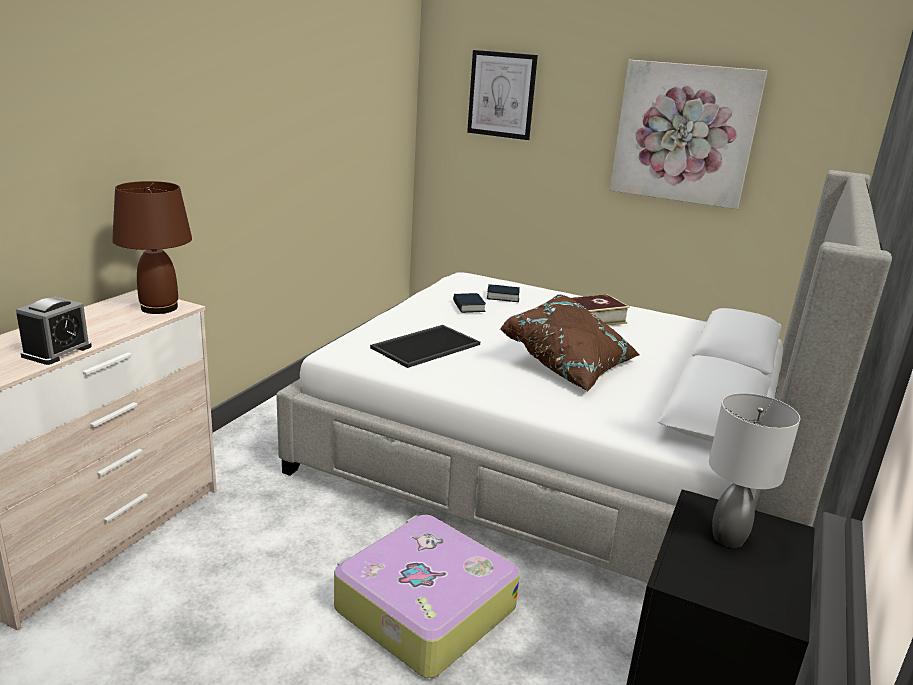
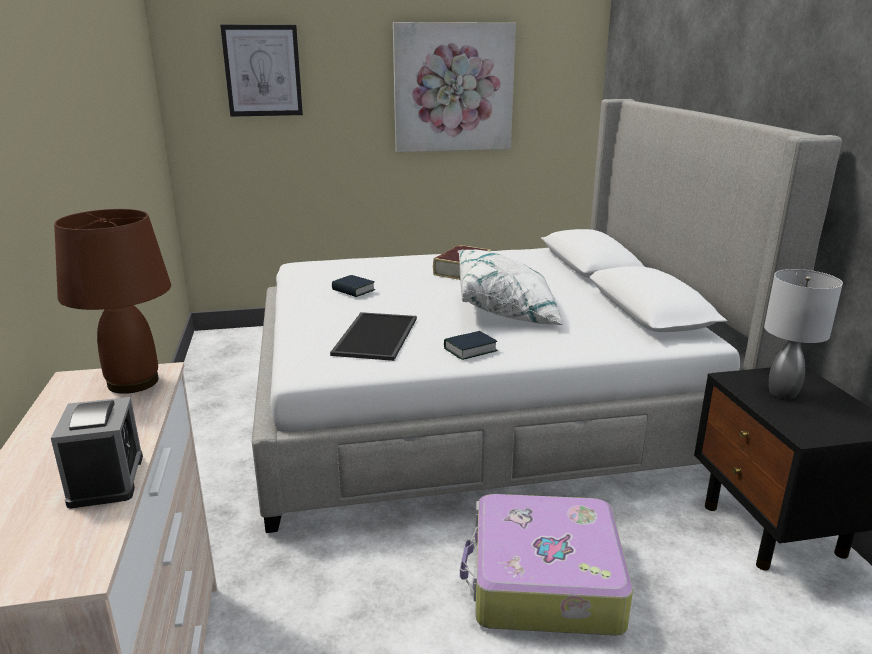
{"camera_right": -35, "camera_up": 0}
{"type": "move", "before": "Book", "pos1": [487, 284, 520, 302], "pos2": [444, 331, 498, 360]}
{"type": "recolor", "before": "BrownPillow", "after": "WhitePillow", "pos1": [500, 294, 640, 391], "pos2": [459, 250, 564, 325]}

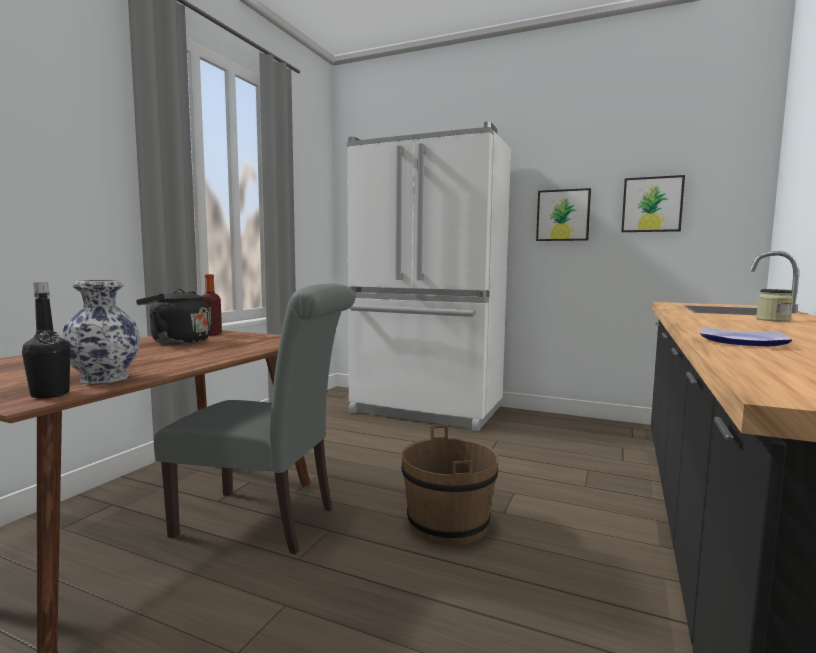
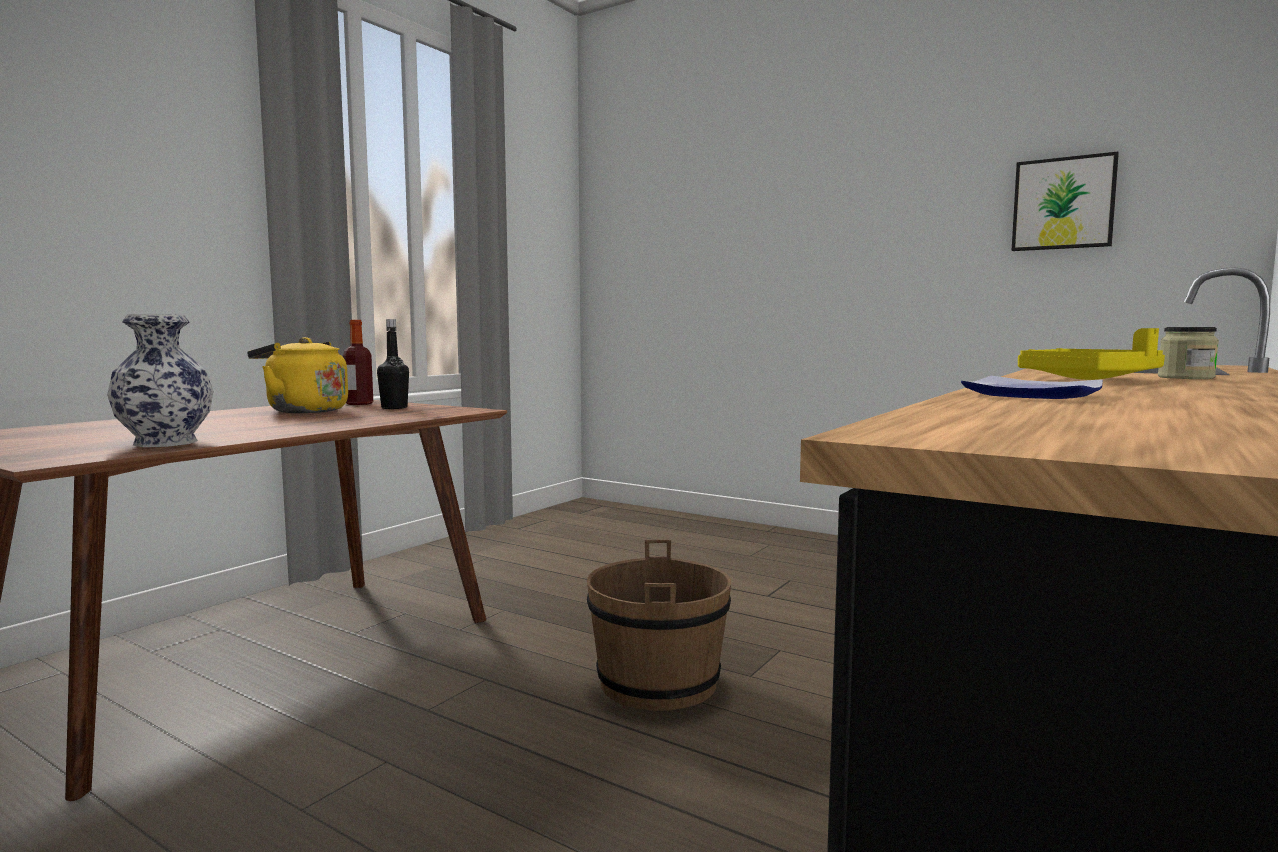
{"camera_right": 10, "camera_up": 0}
{"type": "delete", "before": "GreyChair", "pos1": [154, 283, 355, 554]}
{"type": "delete", "before": "WhiteFridge", "pos1": [347, 122, 511, 431]}
{"type": "delete", "before": "Picture", "pos1": [536, 188, 591, 241]}
{"type": "insert", "after": "YellowTray", "pos2": [1018, 328, 1165, 380]}
{"type": "move", "before": "BlackBottle", "pos1": [22, 282, 70, 398], "pos2": [377, 319, 409, 409]}
{"type": "recolor", "before": "BlackKettle", "after": "YellowKettle", "pos1": [136, 289, 211, 345], "pos2": [247, 337, 348, 413]}

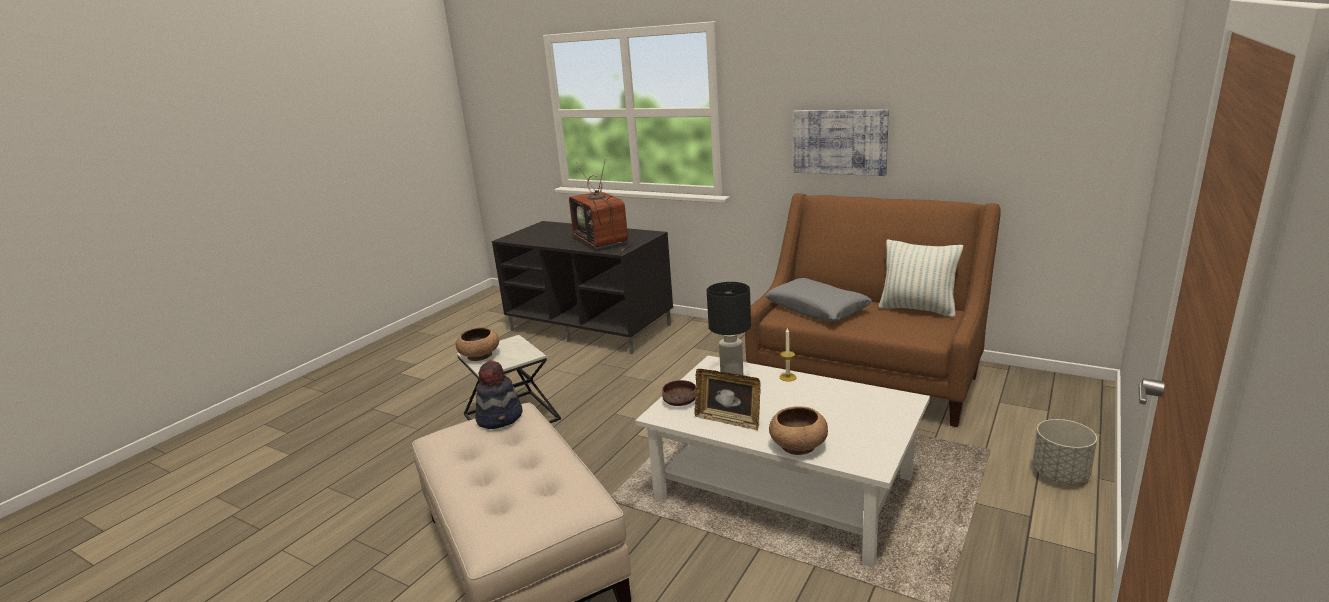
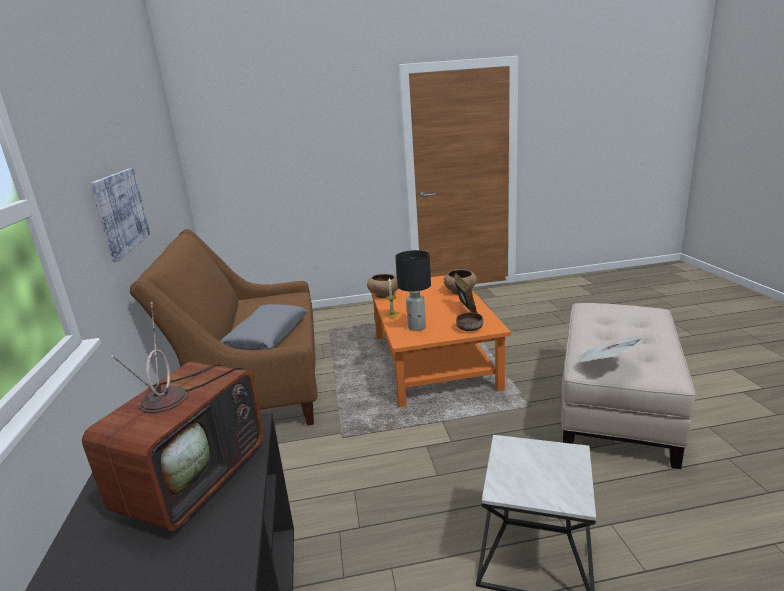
{"camera_right": -130, "camera_up": 0}
{"type": "delete", "before": "Pillow", "pos1": [879, 240, 963, 317]}
{"type": "delete", "before": "GreyPlanter", "pos1": [1032, 419, 1097, 484]}
{"type": "move", "before": "BrownBowl", "pos1": [456, 327, 499, 361], "pos2": [367, 274, 398, 298]}
{"type": "replace", "before": "Hat", "after": "Newspaper", "pos1": [476, 360, 522, 429], "pos2": [576, 336, 642, 363]}
{"type": "recolor", "before": "WhiteCoffeeTable", "after": "OrangeCoffeeTable", "pos1": [635, 356, 930, 568], "pos2": [371, 275, 511, 407]}

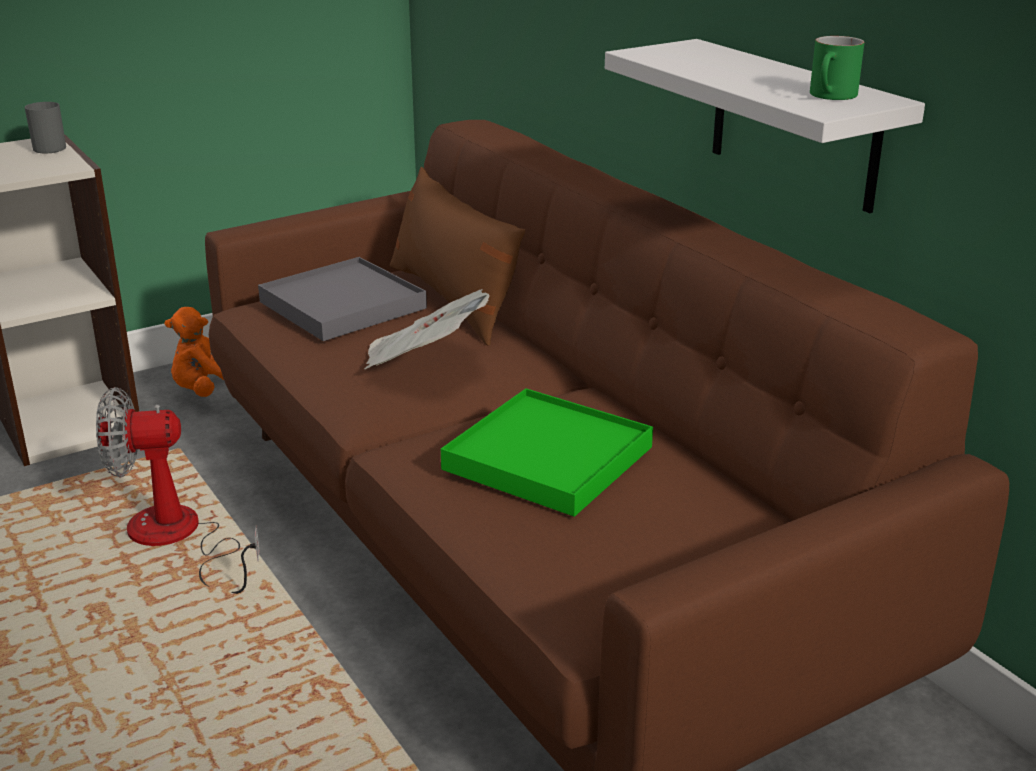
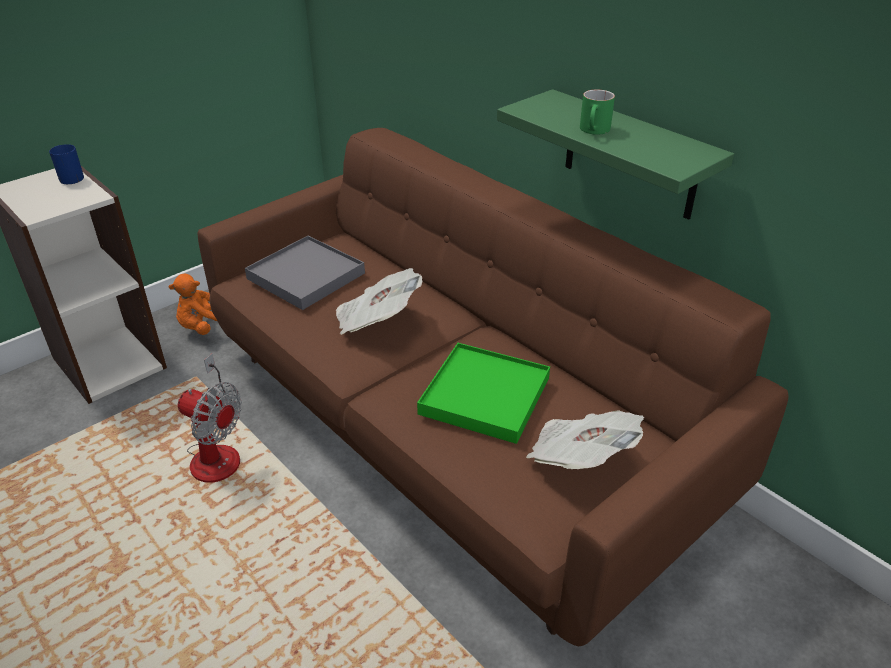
{"camera_right": -10, "camera_up": 10}
{"type": "delete", "before": "BrownPillow", "pos1": [390, 167, 525, 346]}
{"type": "insert", "after": "Newspaper", "pos2": [526, 411, 644, 469]}
{"type": "move", "before": "GreenMug", "pos1": [810, 36, 865, 100], "pos2": [580, 90, 615, 135]}
{"type": "recolor", "before": "GreyMug", "after": "BlueMug", "pos1": [25, 102, 66, 153], "pos2": [49, 144, 84, 184]}
{"type": "recolor", "before": "WhiteShelf", "after": "GreenShelf", "pos1": [605, 39, 925, 213], "pos2": [497, 89, 734, 220]}
{"type": "rotate", "before": "Fan", "pos1": [96, 387, 259, 594], "pos2": [178, 354, 242, 483], "turn": -135}

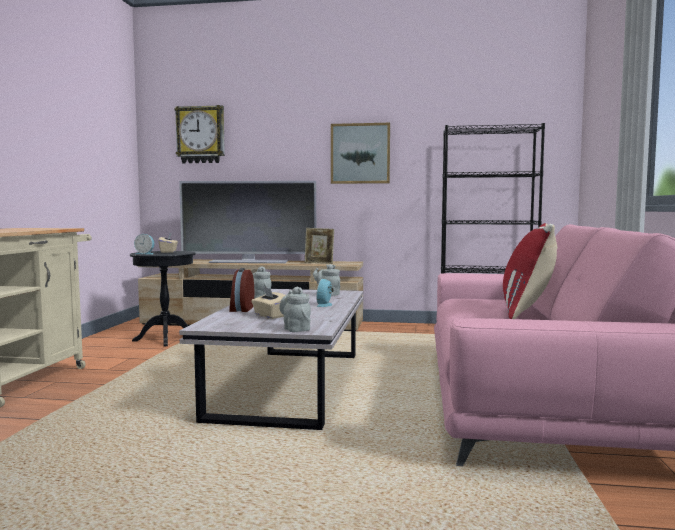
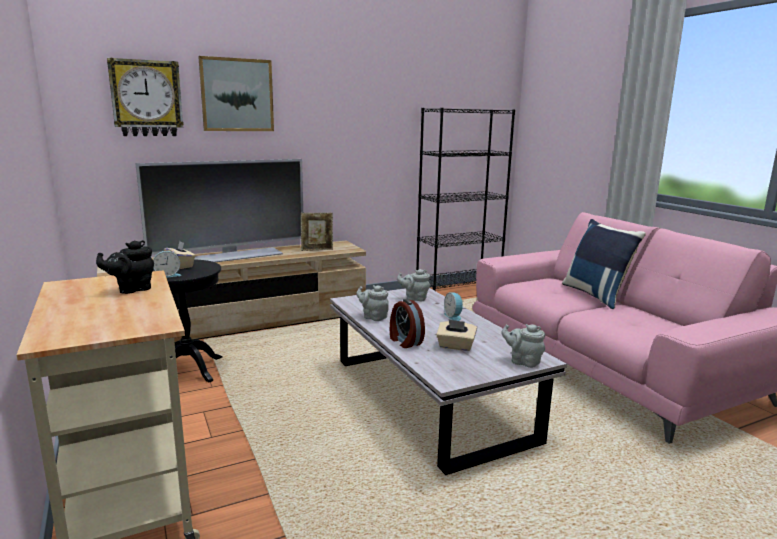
{"camera_right": -35, "camera_up": 10}
{"type": "insert", "after": "BlackTeapot", "pos2": [96, 240, 154, 294]}
{"type": "move", "before": "Picture", "pos1": [331, 123, 390, 184], "pos2": [198, 56, 274, 131]}
{"type": "recolor", "before": "RedPillow", "after": "BluePillow", "pos1": [503, 223, 558, 319], "pos2": [562, 219, 646, 309]}

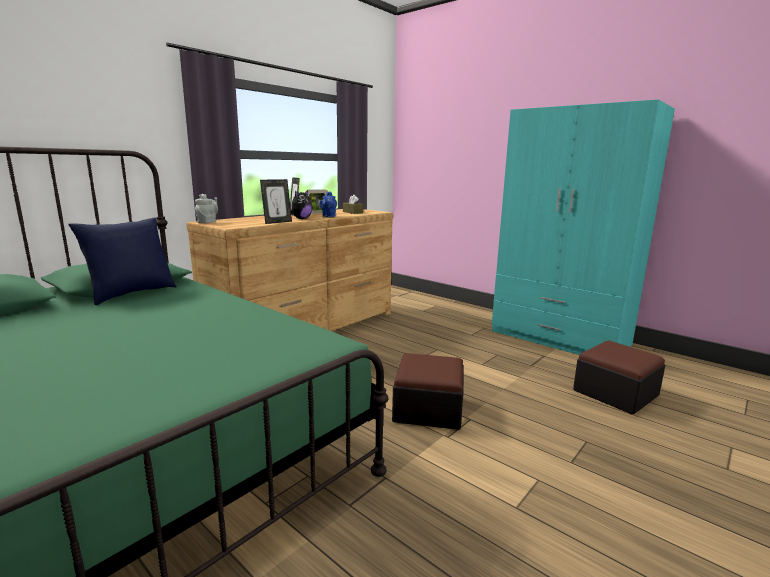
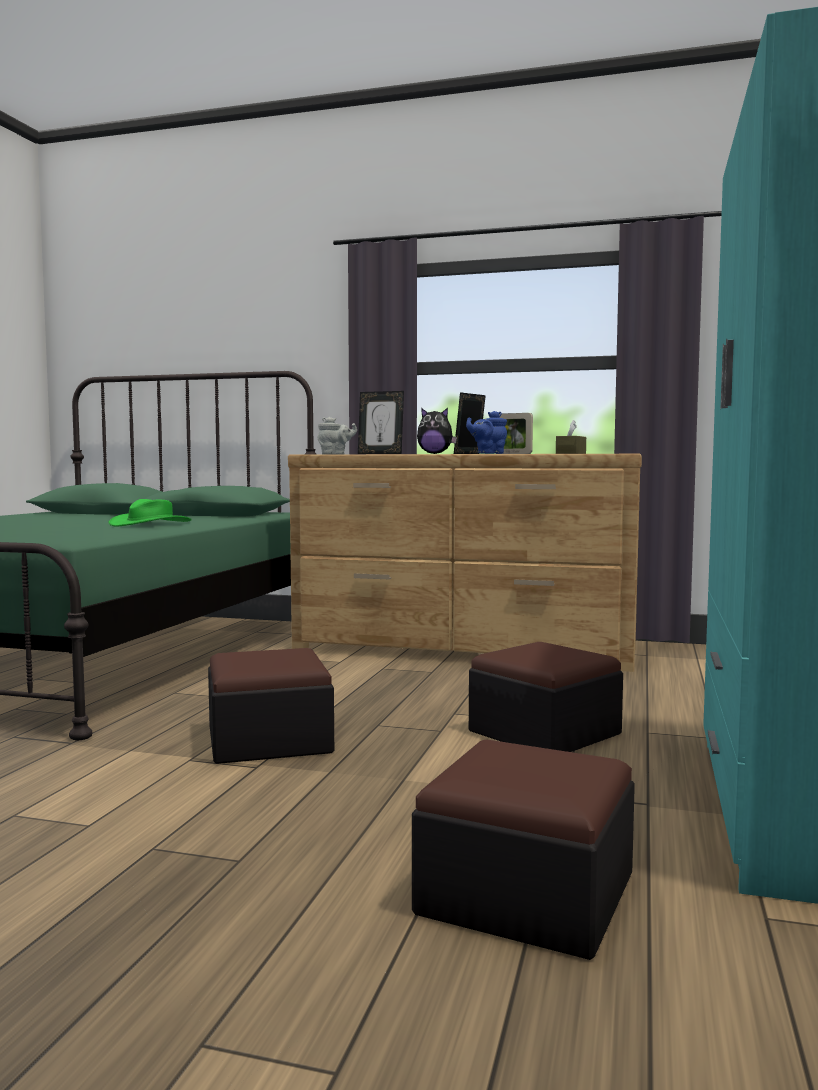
{"camera_right": 65, "camera_up": -10}
{"type": "delete", "before": "BluePillow", "pos1": [68, 218, 177, 305]}
{"type": "insert", "after": "GreenHat", "pos2": [108, 499, 192, 527]}
{"type": "insert", "after": "Ottoman", "pos2": [469, 642, 623, 752]}

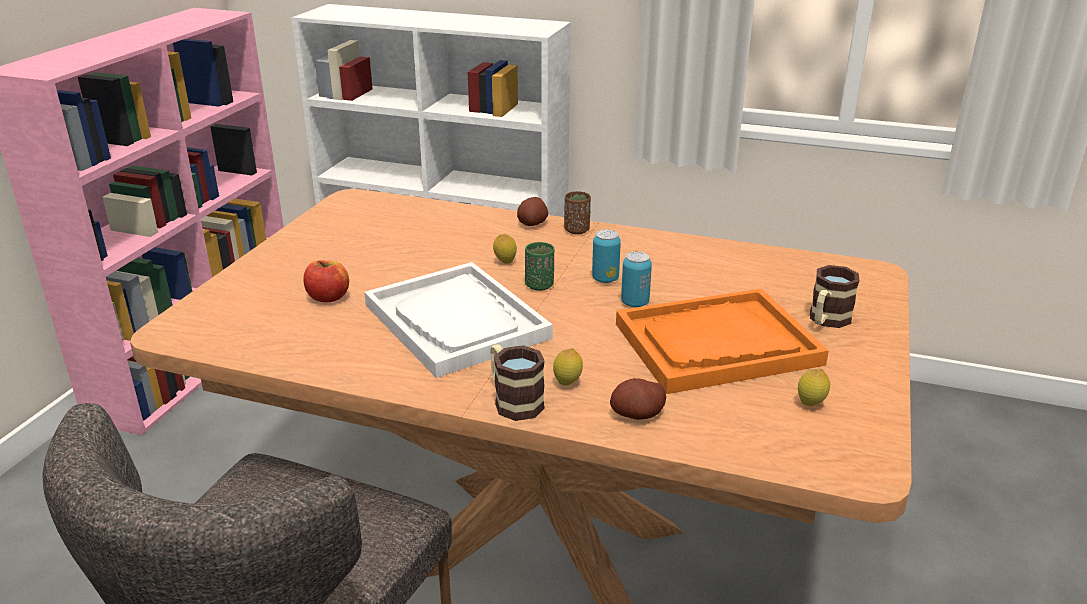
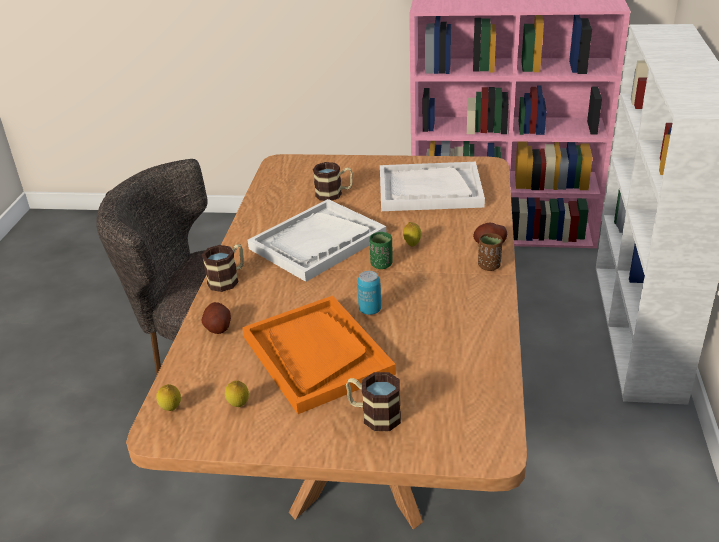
{"camera_right": 80, "camera_up": 5}
{"type": "delete", "before": "Can", "pos1": [592, 230, 621, 283]}
{"type": "insert", "after": "WhiteTray", "pos2": [380, 162, 485, 211]}
{"type": "move", "before": "Lemon", "pos1": [553, 348, 583, 385], "pos2": [156, 384, 181, 411]}
{"type": "replace", "before": "Apple", "after": "Mug", "pos1": [303, 260, 349, 302], "pos2": [313, 162, 353, 201]}

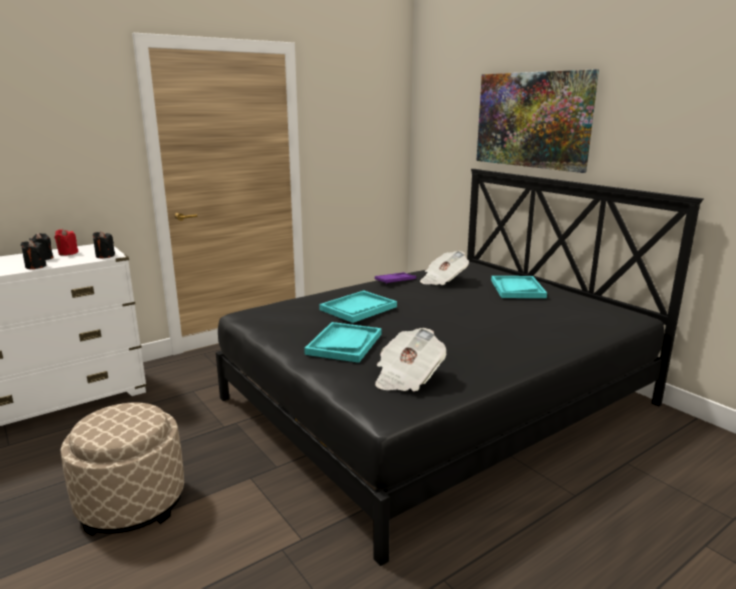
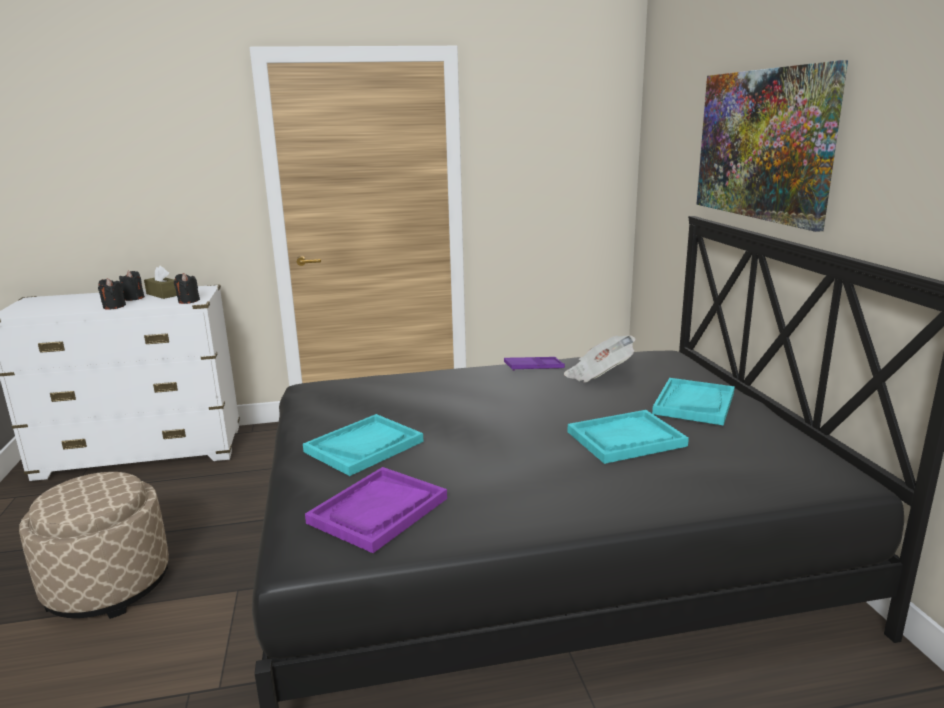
{"camera_right": 25, "camera_up": 0}
{"type": "move", "before": "TurquoiseTray", "pos1": [319, 290, 397, 323], "pos2": [568, 410, 689, 464]}
{"type": "replace", "before": "RedCandle", "after": "BrownTissueBox", "pos1": [54, 229, 78, 256], "pos2": [144, 266, 177, 299]}
{"type": "replace", "before": "Newspaper", "after": "PurpleTray", "pos1": [375, 328, 446, 391], "pos2": [305, 467, 447, 553]}

